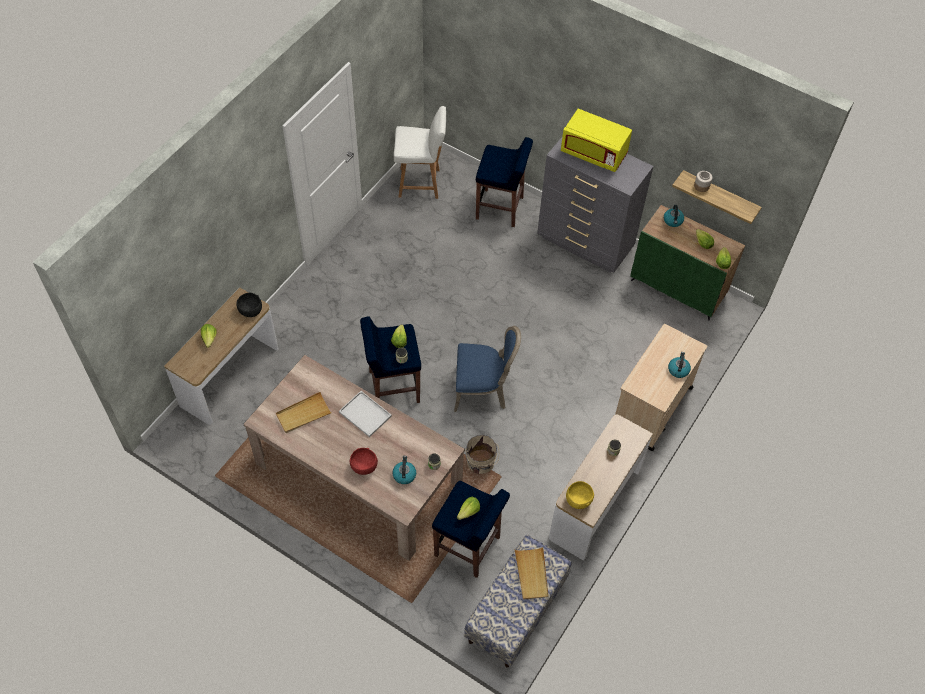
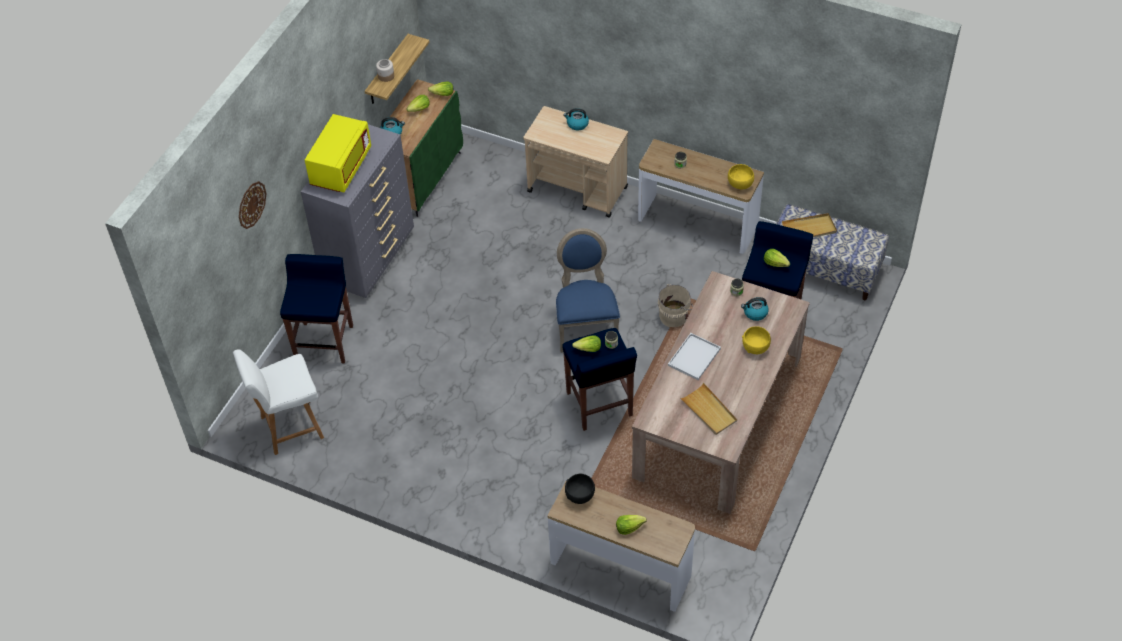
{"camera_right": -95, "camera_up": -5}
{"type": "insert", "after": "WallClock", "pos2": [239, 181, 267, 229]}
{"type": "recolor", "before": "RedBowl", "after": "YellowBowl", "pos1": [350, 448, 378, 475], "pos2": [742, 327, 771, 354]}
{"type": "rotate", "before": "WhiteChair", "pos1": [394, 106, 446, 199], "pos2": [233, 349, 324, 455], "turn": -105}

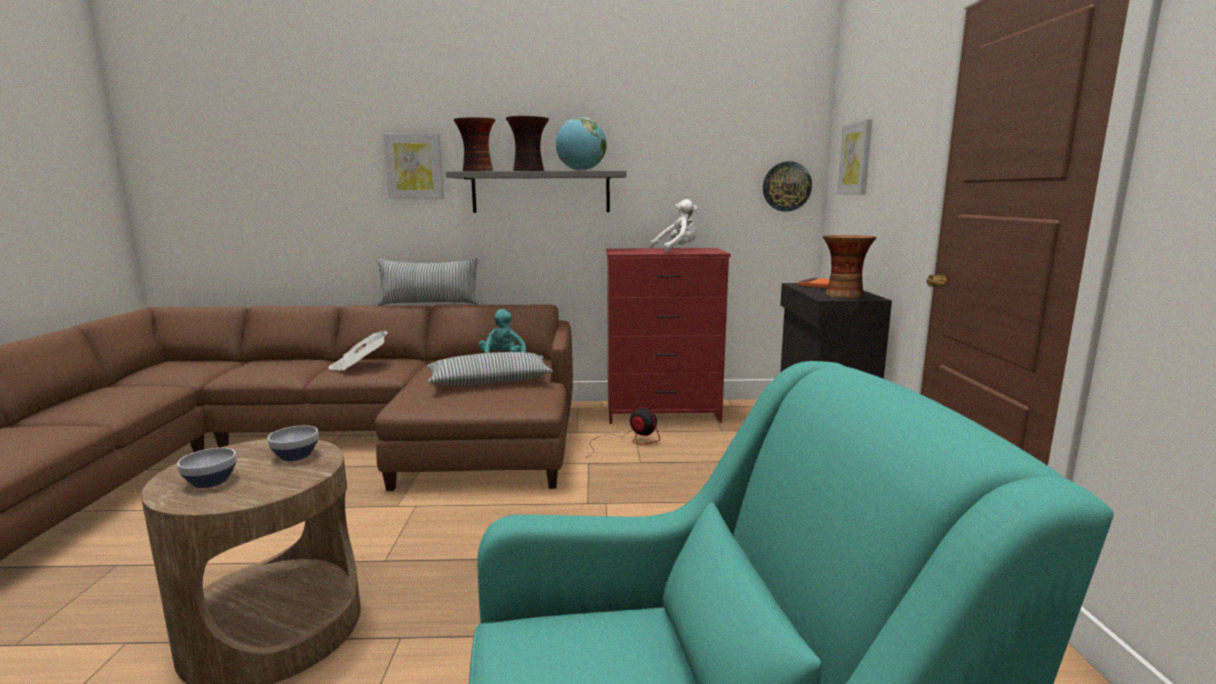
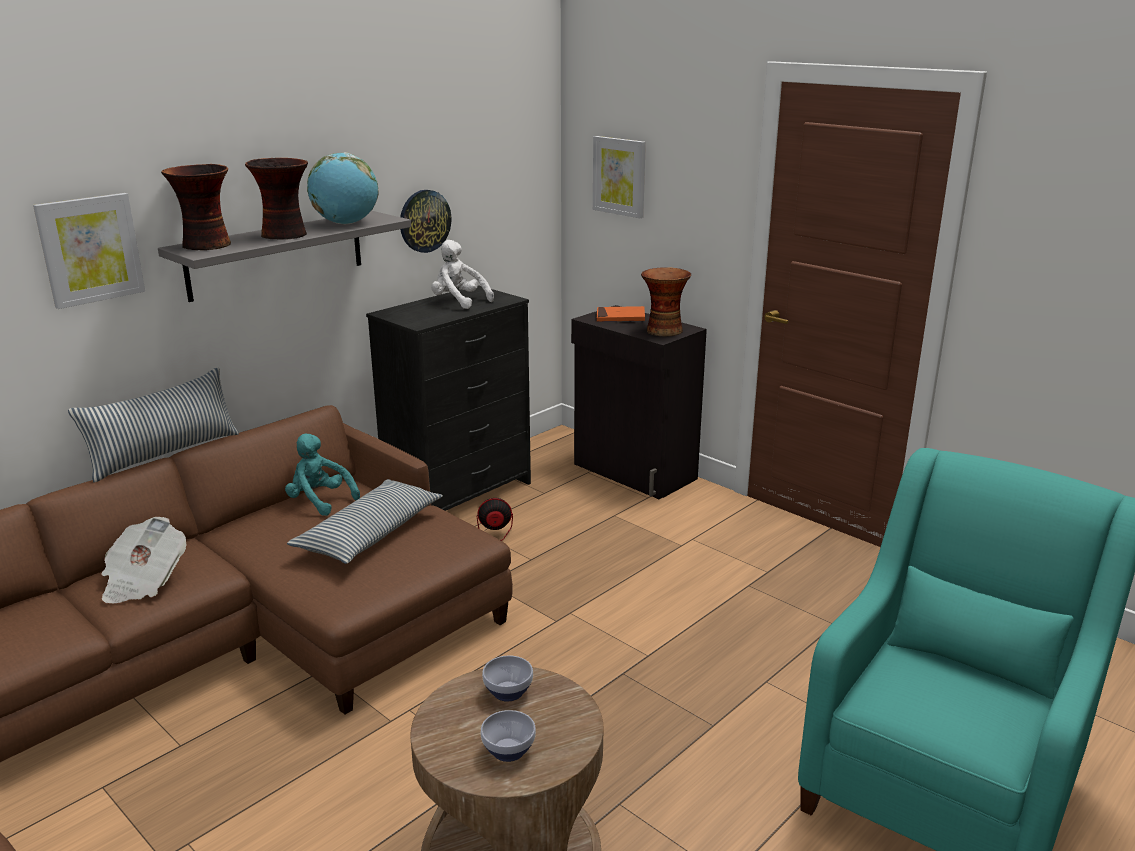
{"camera_right": -45, "camera_up": 10}
{"type": "move", "before": "WallClock", "pos1": [763, 162, 812, 211], "pos2": [400, 190, 452, 253]}
{"type": "recolor", "before": "RedDresser", "after": "BlackDresser", "pos1": [606, 248, 730, 424], "pos2": [366, 285, 531, 511]}
{"type": "rotate", "before": "WhitePlushToy", "pos1": [650, 199, 697, 253], "pos2": [431, 240, 494, 309], "turn": -75}

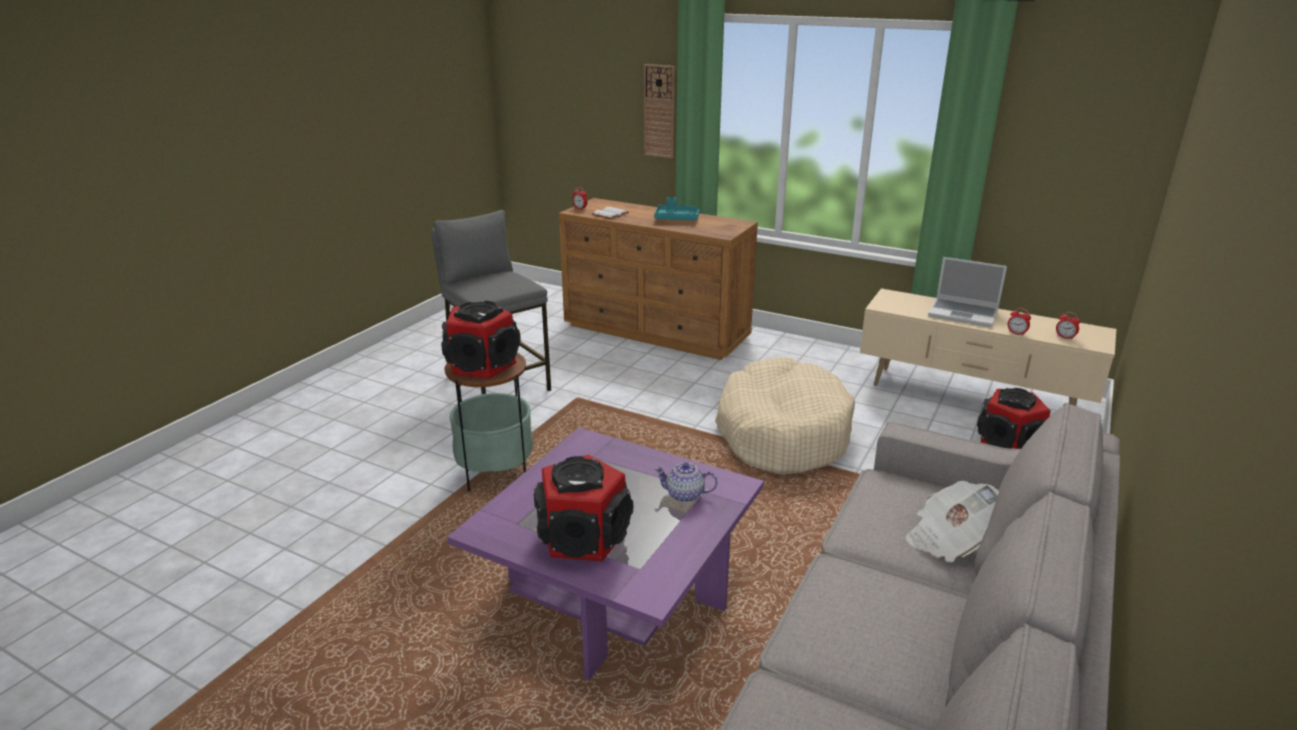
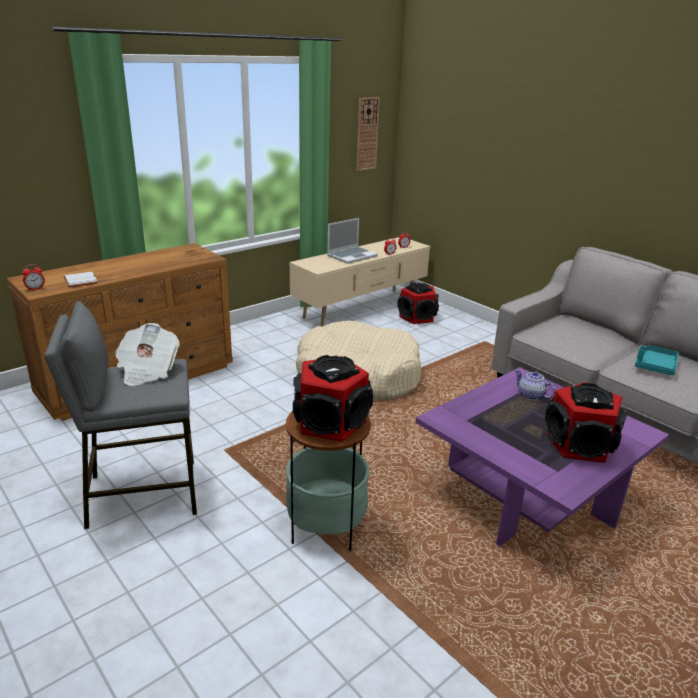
{"camera_right": -70, "camera_up": 0}
{"type": "move", "before": "WallClock", "pos1": [644, 64, 675, 158], "pos2": [356, 97, 380, 171]}
{"type": "move", "before": "TurquoiseTray", "pos1": [654, 197, 700, 220], "pos2": [635, 345, 679, 375]}
{"type": "move", "before": "Newspaper", "pos1": [905, 481, 999, 562], "pos2": [115, 323, 180, 386]}
{"type": "rotate", "before": "Teapot", "pos1": [654, 462, 718, 502], "pos2": [515, 369, 555, 400], "turn": 105}

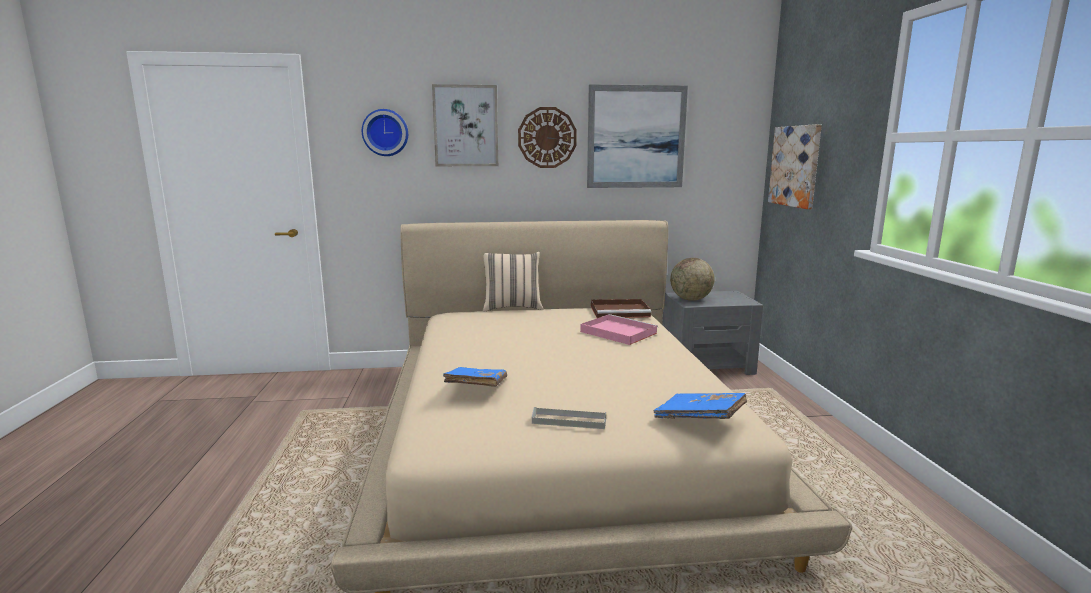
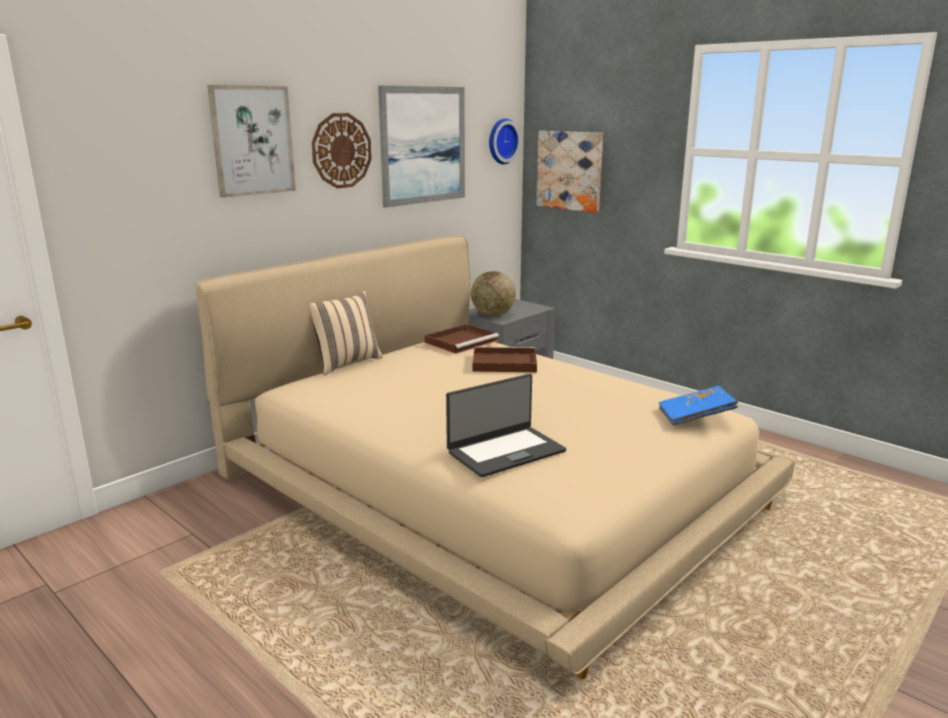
{"camera_right": -40, "camera_up": 5}
{"type": "delete", "before": "GreyTray", "pos1": [532, 407, 606, 429]}
{"type": "move", "before": "WallClock", "pos1": [362, 109, 408, 156], "pos2": [489, 118, 521, 164]}
{"type": "replace", "before": "BlueBook", "after": "Laptop", "pos1": [443, 367, 507, 387], "pos2": [446, 374, 566, 477]}
{"type": "recolor", "before": "PinkTray", "after": "BrownTray", "pos1": [580, 314, 658, 345], "pos2": [472, 347, 537, 372]}

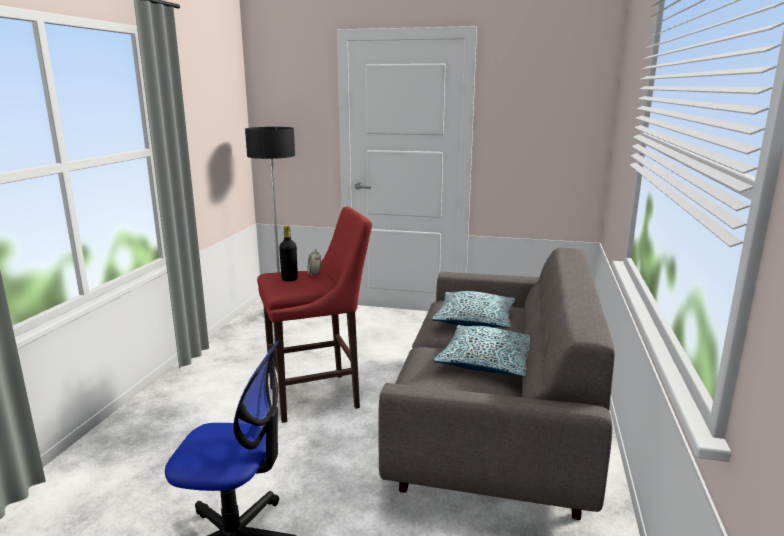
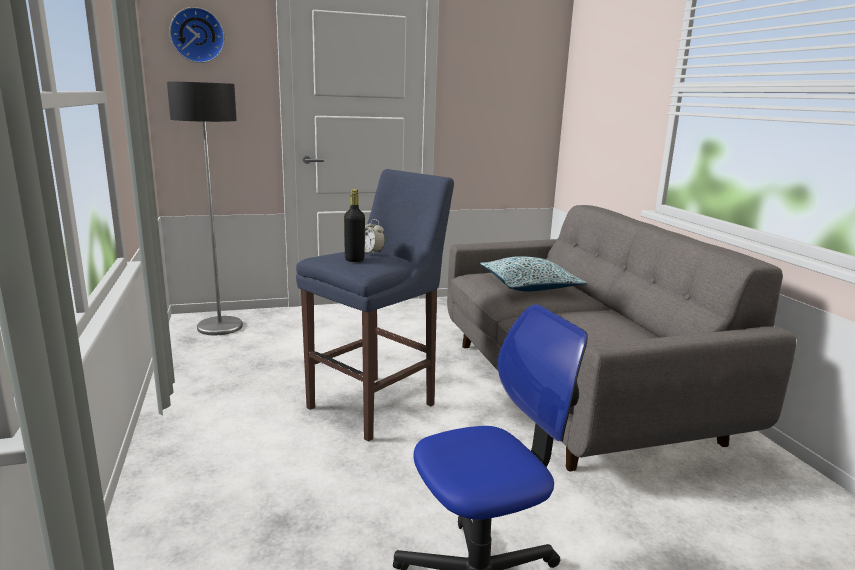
{"camera_right": -30, "camera_up": 0}
{"type": "delete", "before": "Pillow", "pos1": [433, 325, 530, 376]}
{"type": "insert", "after": "WallClock", "pos2": [169, 7, 225, 63]}
{"type": "recolor", "before": "RedStool", "after": "BlueStool", "pos1": [257, 207, 372, 423], "pos2": [296, 169, 454, 442]}

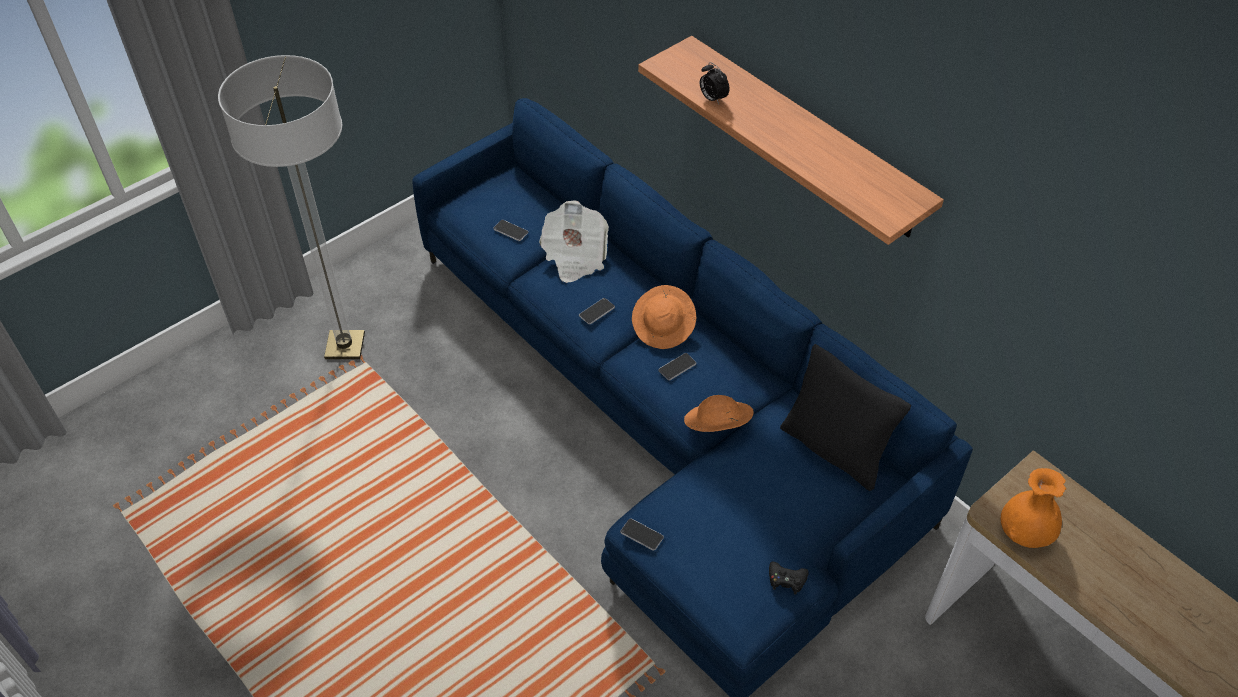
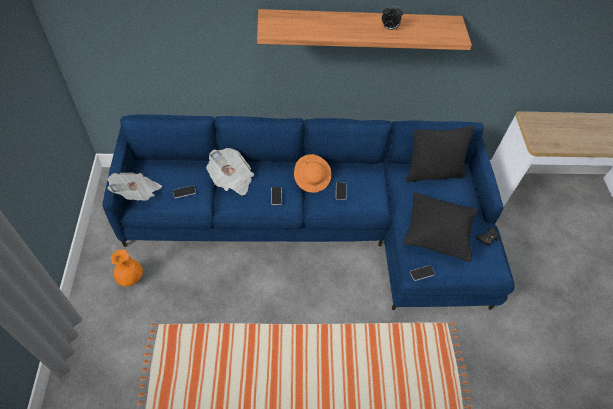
{"camera_right": -55, "camera_up": 5}
{"type": "delete", "before": "FloorLamp", "pos1": [218, 55, 365, 359]}
{"type": "delete", "before": "OrangeHat", "pos1": [684, 395, 754, 432]}
{"type": "insert", "after": "Newspaper", "pos2": [107, 173, 162, 201]}
{"type": "insert", "after": "BlackPillow", "pos2": [403, 192, 477, 262]}
{"type": "move", "before": "AlarmClock", "pos1": [700, 62, 730, 104], "pos2": [382, 6, 403, 30]}
{"type": "move", "before": "OrangeVase", "pos1": [1001, 468, 1066, 548], "pos2": [111, 249, 143, 287]}

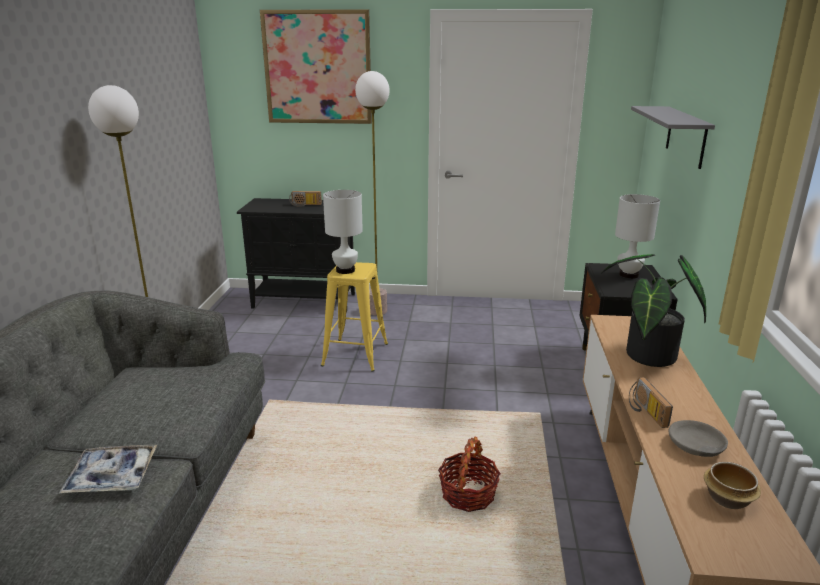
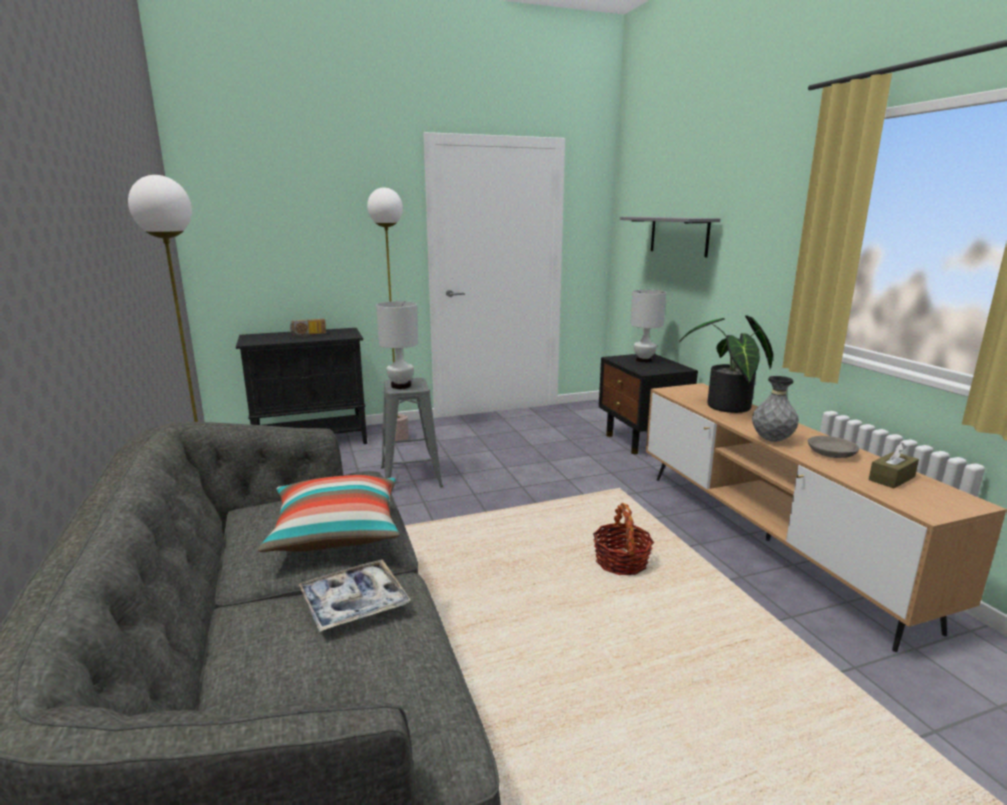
{"camera_right": -25, "camera_up": -5}
{"type": "delete", "before": "Picture", "pos1": [260, 9, 372, 124]}
{"type": "insert", "after": "Pillow", "pos2": [258, 475, 400, 552]}
{"type": "replace", "before": "Radio", "after": "GreyVase", "pos1": [629, 377, 673, 428], "pos2": [752, 376, 799, 442]}
{"type": "replace", "before": "Bowl", "after": "BrownTissueBox", "pos1": [704, 462, 761, 509], "pos2": [869, 443, 919, 488]}
{"type": "recolor", "before": "YellowStool", "after": "GreyStool", "pos1": [321, 262, 388, 372], "pos2": [381, 378, 443, 487]}

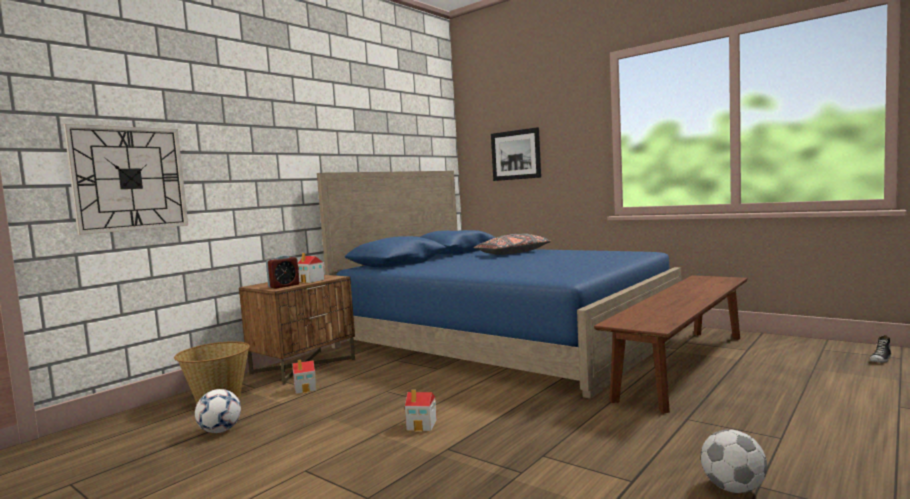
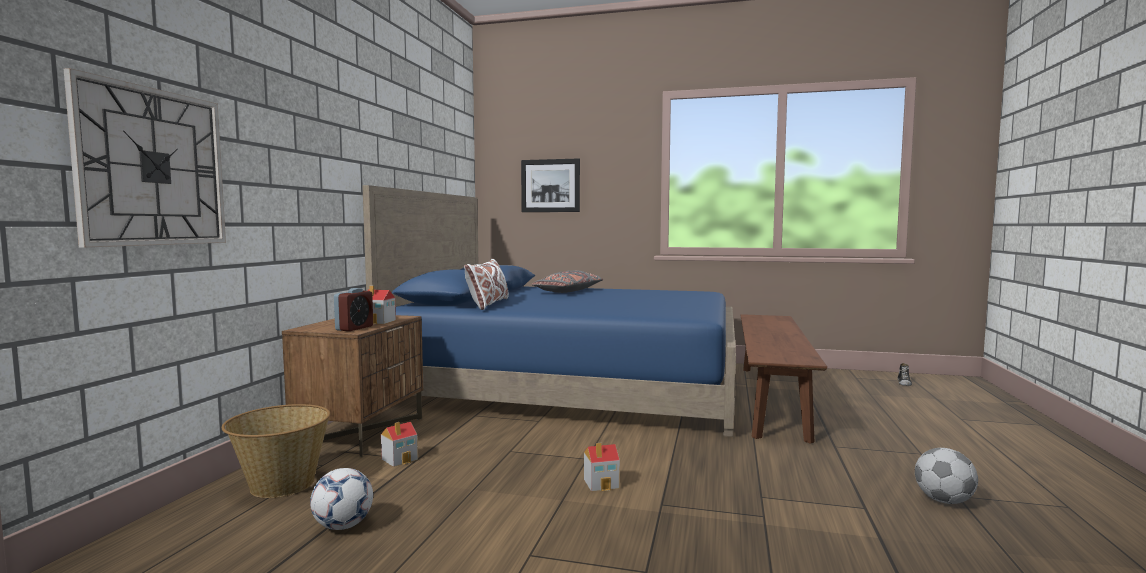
{"camera_right": -25, "camera_up": 0}
{"type": "insert", "after": "WhitePillow", "pos2": [464, 259, 509, 310]}

